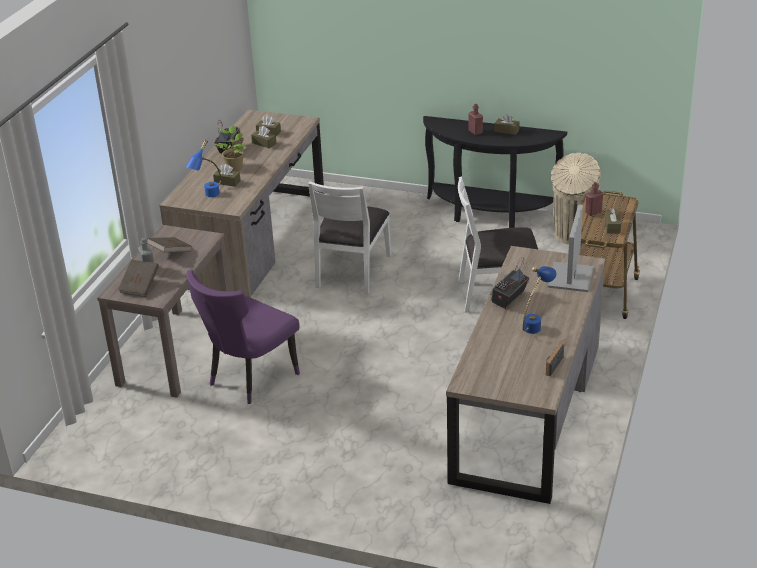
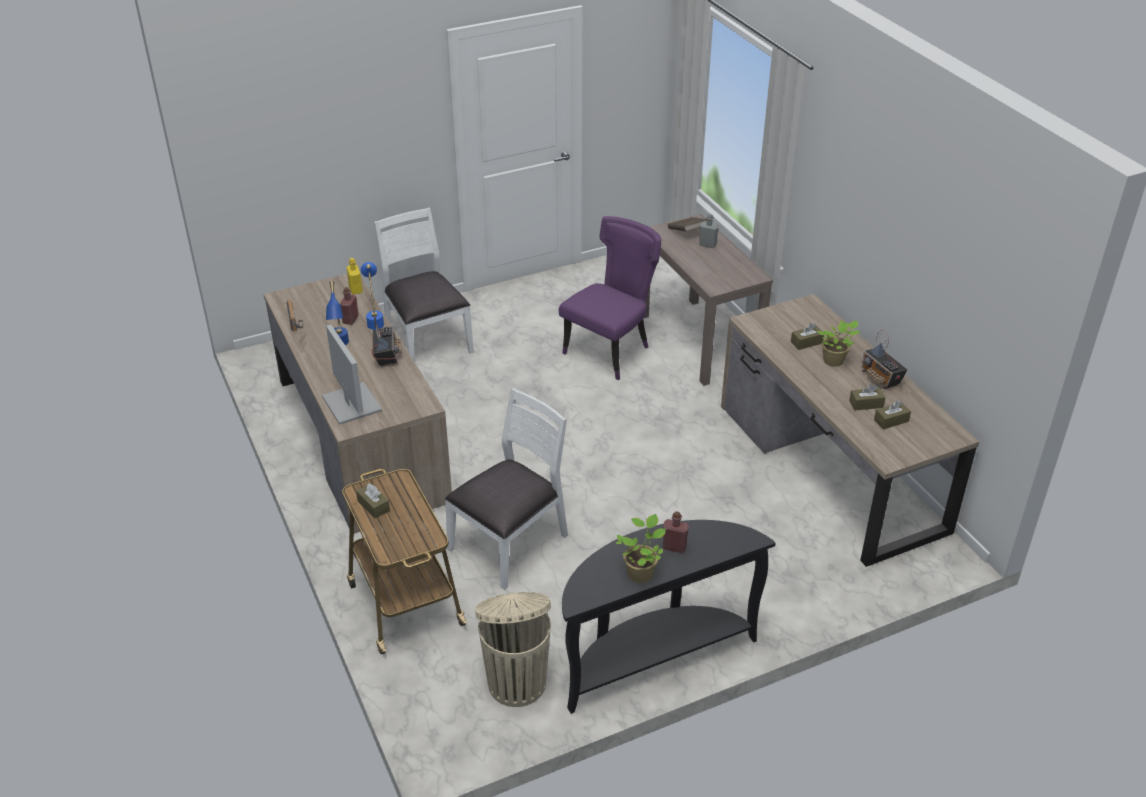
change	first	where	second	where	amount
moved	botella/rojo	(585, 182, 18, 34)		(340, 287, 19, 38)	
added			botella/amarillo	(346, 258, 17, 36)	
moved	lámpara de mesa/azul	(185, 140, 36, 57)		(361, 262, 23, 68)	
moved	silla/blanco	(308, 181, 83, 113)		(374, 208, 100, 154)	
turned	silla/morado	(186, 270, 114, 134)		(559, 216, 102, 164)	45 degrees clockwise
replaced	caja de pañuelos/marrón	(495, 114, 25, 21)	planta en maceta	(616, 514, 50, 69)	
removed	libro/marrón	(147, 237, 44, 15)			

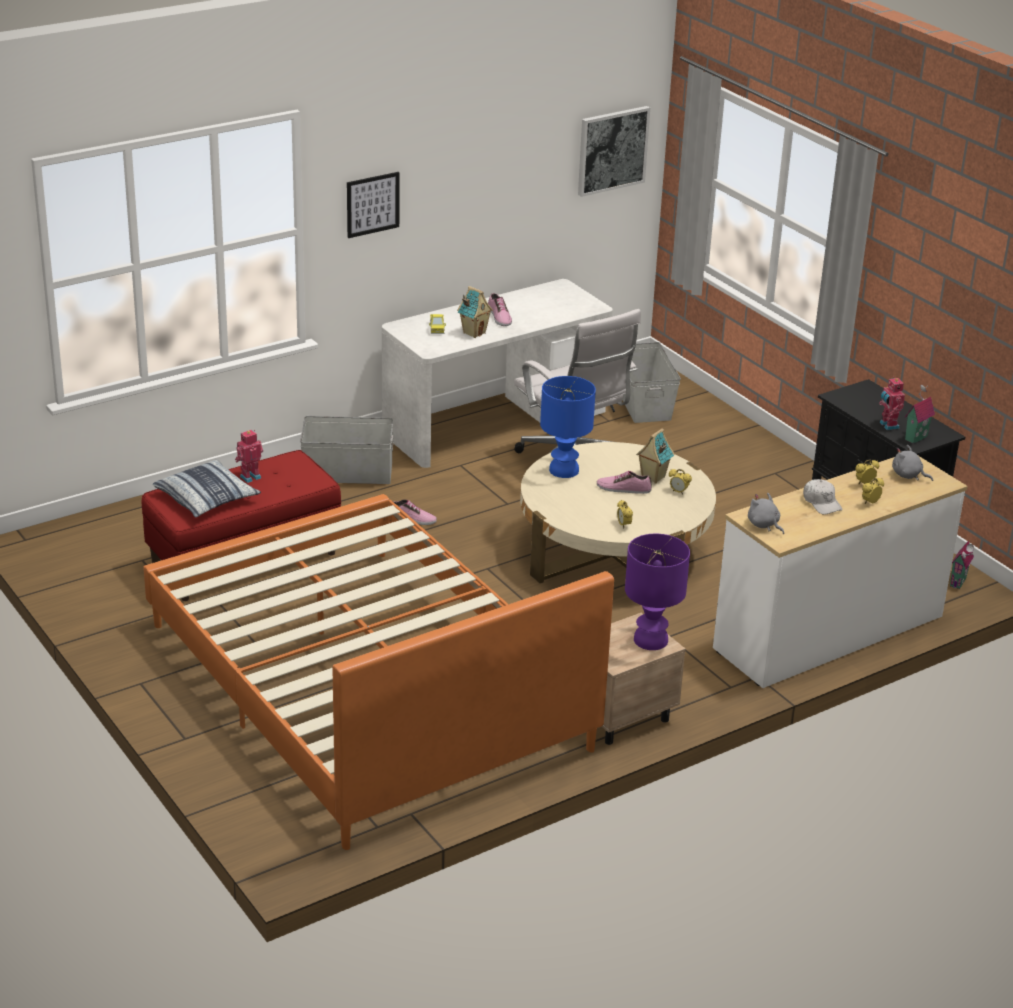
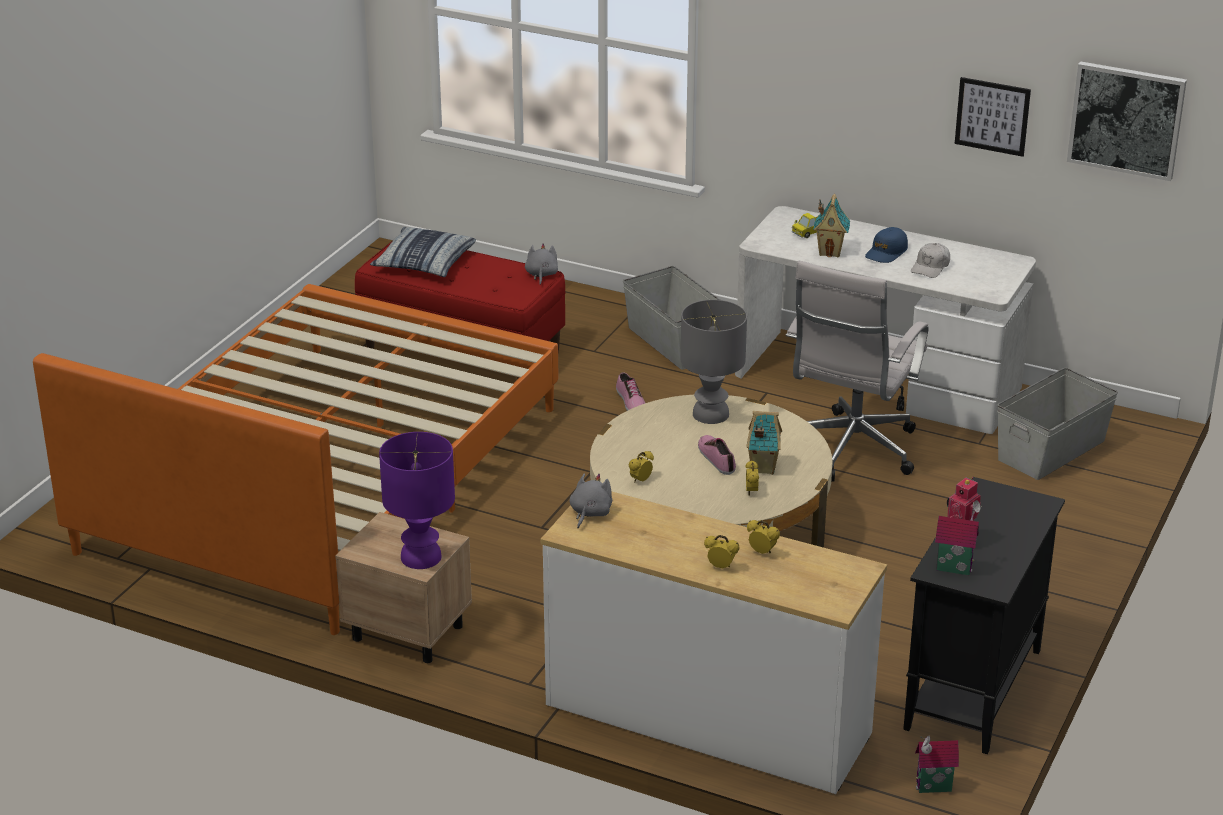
change	first	where	second	where	amount
moved	peluche/gris	(892, 444, 41, 37)		(525, 243, 33, 42)	
recoloured	lámpara de mesa/azul	(540, 376, 56, 102)	lámpara de mesa/gris	(681, 300, 66, 124)	
replaced	zapato	(488, 293, 24, 33)	gorra/azul	(865, 227, 43, 36)	
moved	gorra/blanco	(803, 479, 40, 36)		(911, 243, 39, 35)	
moved	cuadro	(347, 172, 53, 66)		(955, 77, 76, 80)	
removed	robot de juguete	(235, 430, 28, 53)			

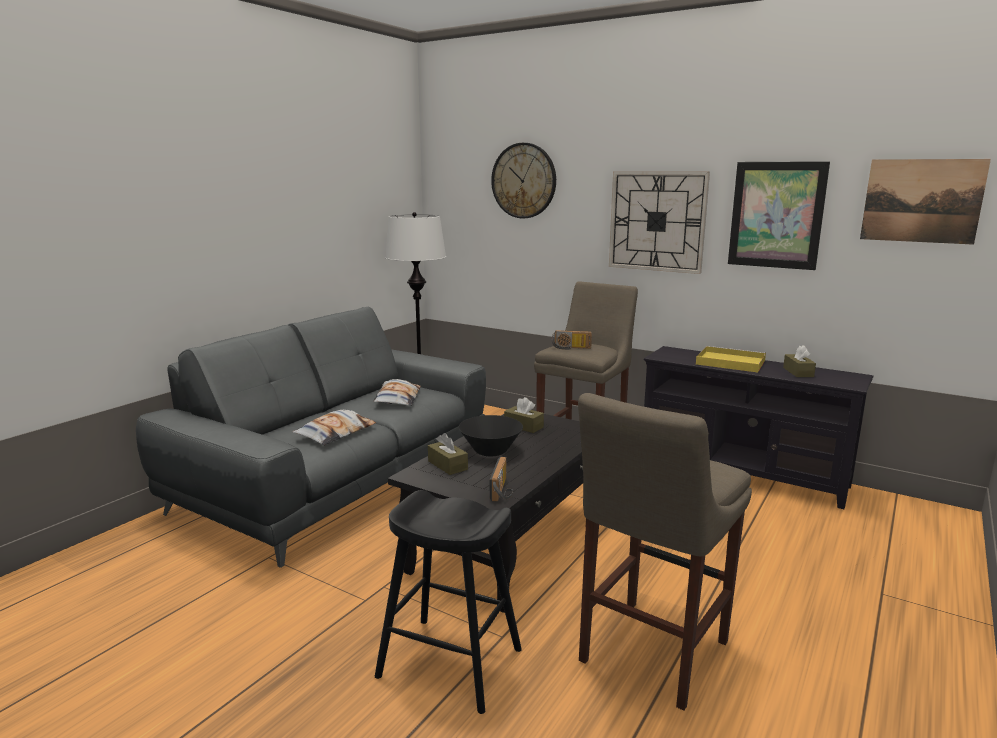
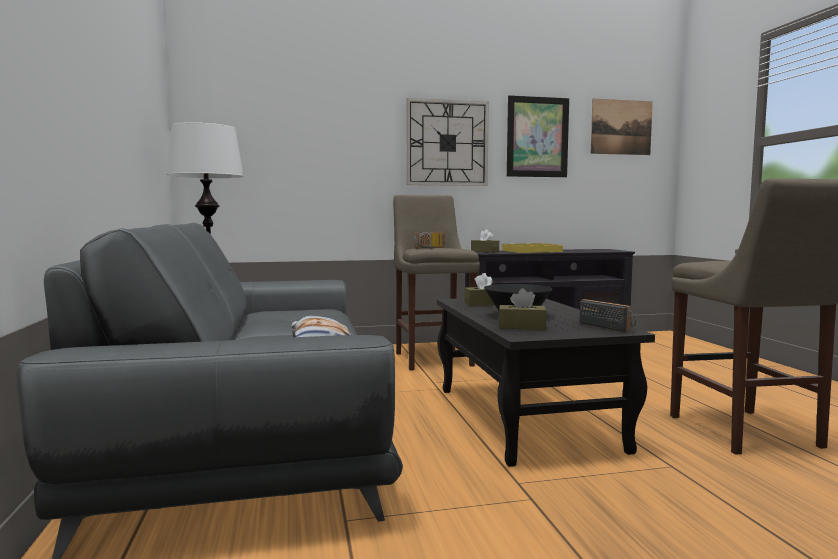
change	first	where	second	where	amount
moved	caja de pañuelos/marrón	(783, 345, 33, 32)		(471, 230, 28, 23)	
removed	cojín	(374, 379, 47, 27)			
removed	taburete/negro	(375, 490, 147, 224)			
removed	reloj de pared	(491, 143, 65, 75)			

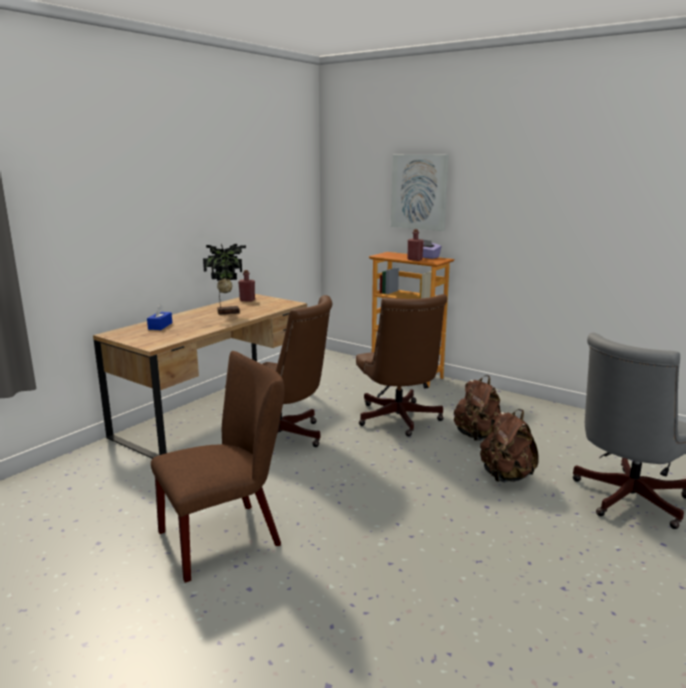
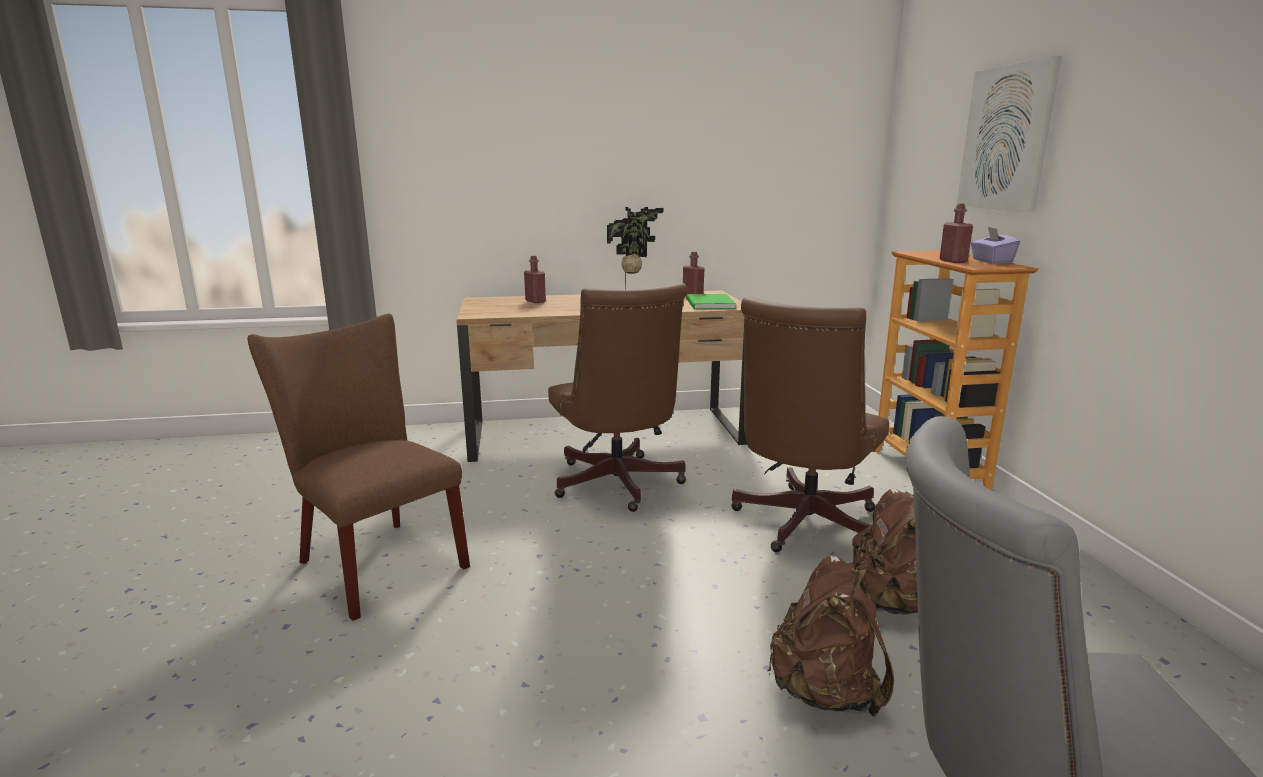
change	first	where	second	where	amount
turned	silla/marrón	(151, 351, 134, 232)		(247, 314, 223, 307)	150 degrees counterclockwise
replaced	caja de pañuelos/azul	(147, 304, 25, 26)	botella/rojo	(524, 255, 22, 48)	
added			libro/verde	(686, 294, 50, 15)	

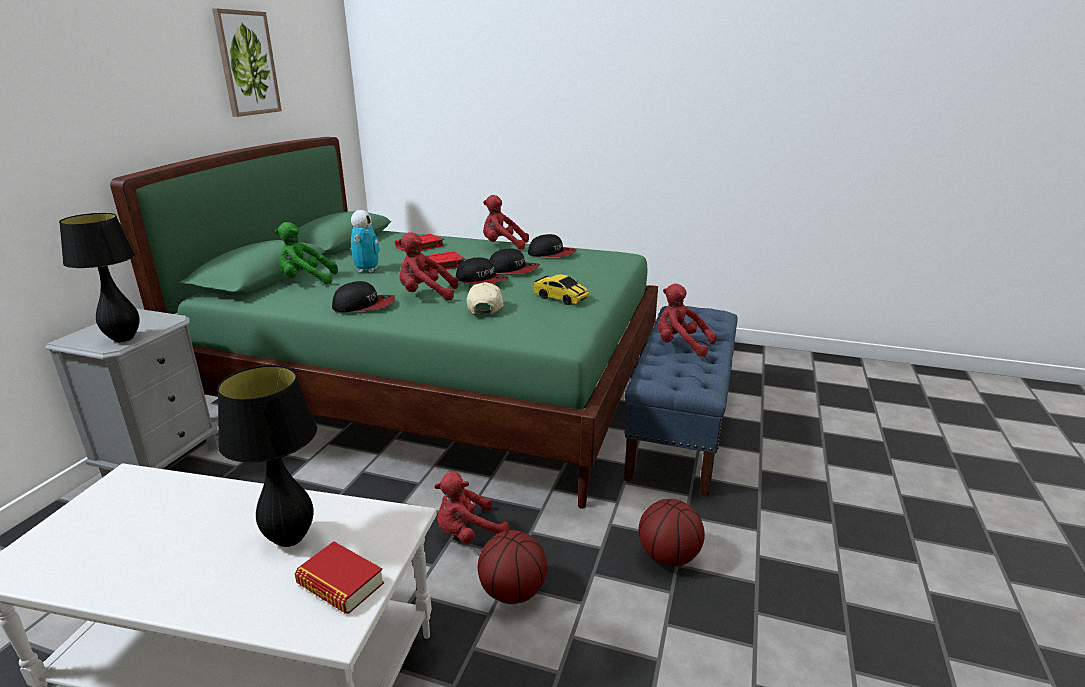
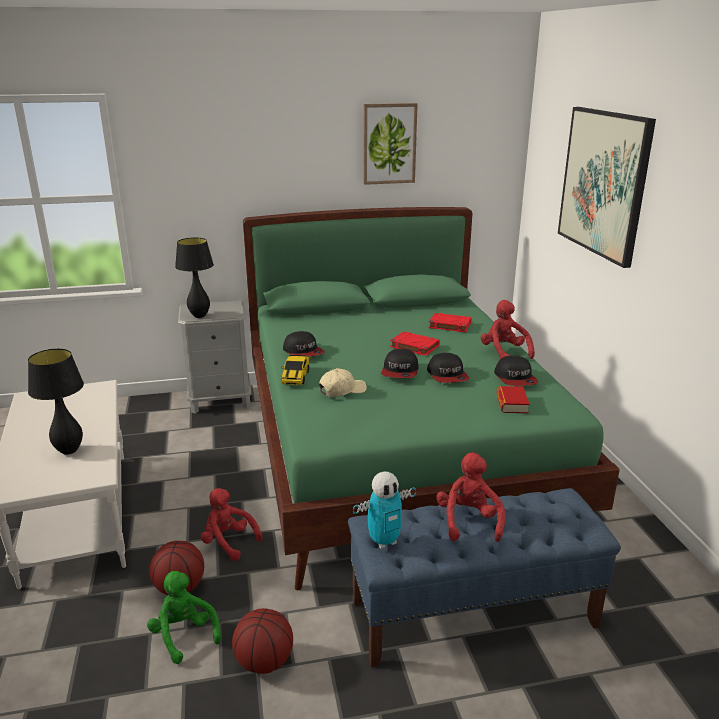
change	first	where	second	where	amount
moved	peluche/verde	(275, 222, 63, 62)		(147, 571, 74, 93)	
moved	coche de juguete	(533, 275, 56, 30)		(281, 355, 28, 30)	
moved	robot de juguete	(351, 210, 29, 63)		(353, 472, 63, 77)	
moved	libro	(295, 541, 89, 73)		(497, 386, 32, 27)	
added			cuadro	(558, 107, 98, 161)	
removed	peluche/rojo	(398, 232, 61, 68)			

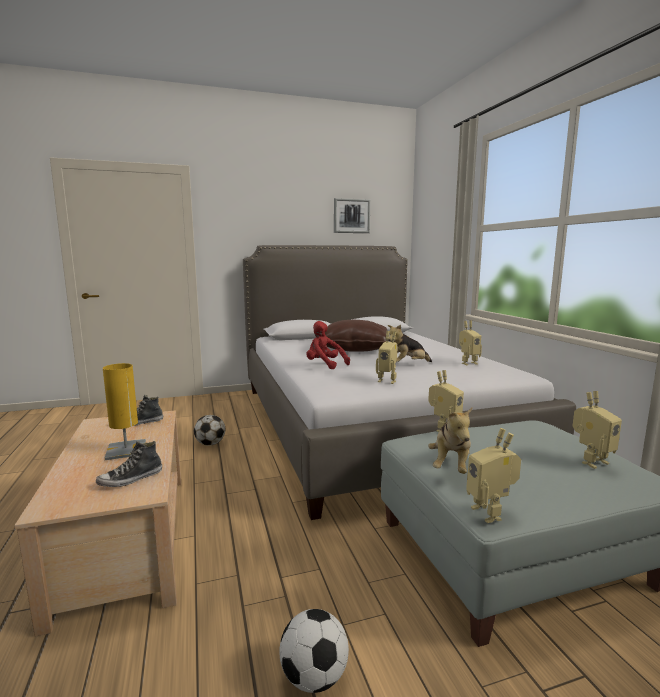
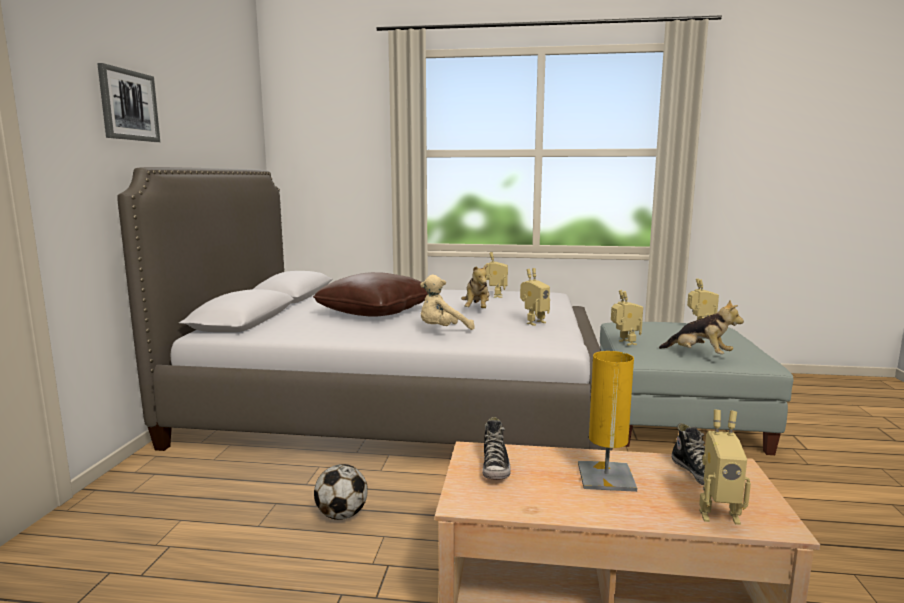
change	first	where	second	where	amount
moved	cuadro	(334, 198, 36, 35)		(97, 63, 63, 79)	
recoloured	peluche/rojo	(306, 321, 44, 48)	peluche/beis	(420, 275, 55, 55)	
moved	robot de juguete	(466, 428, 55, 95)		(699, 410, 52, 115)	
removed	balón de fútbol	(279, 609, 70, 84)			

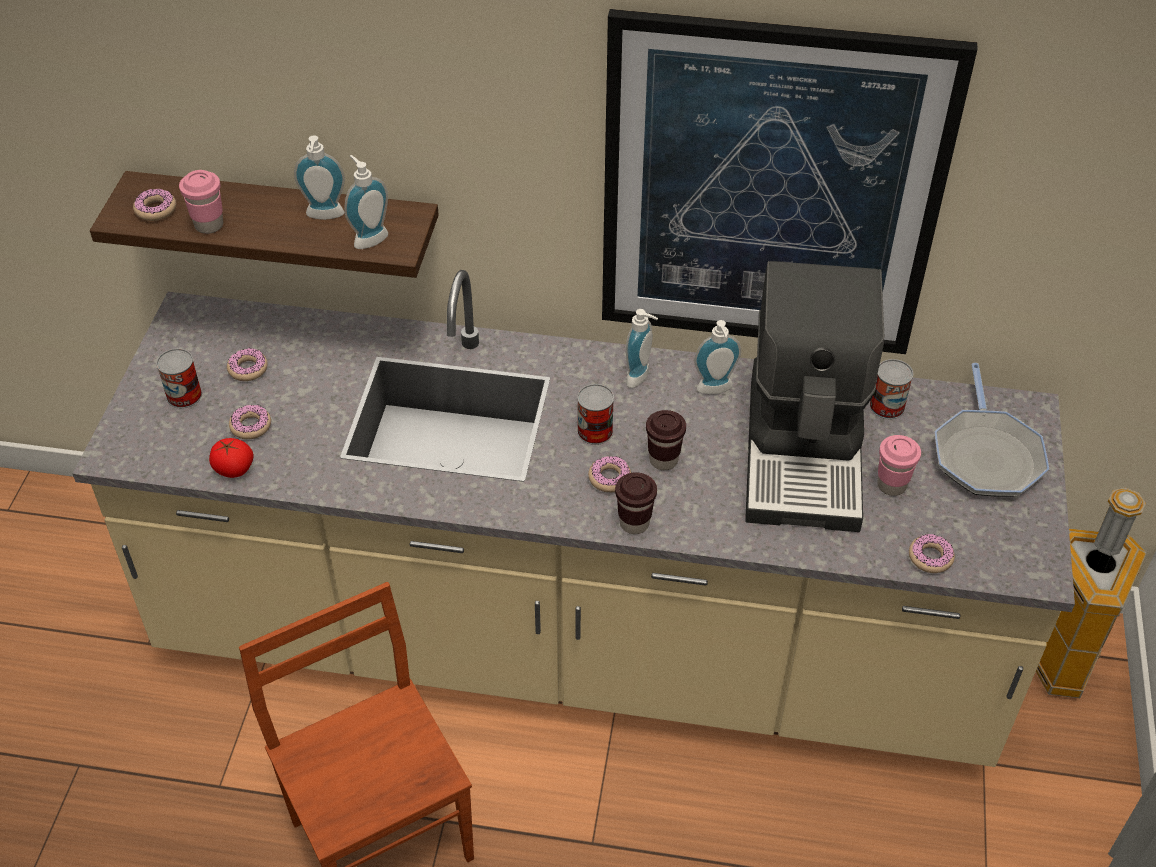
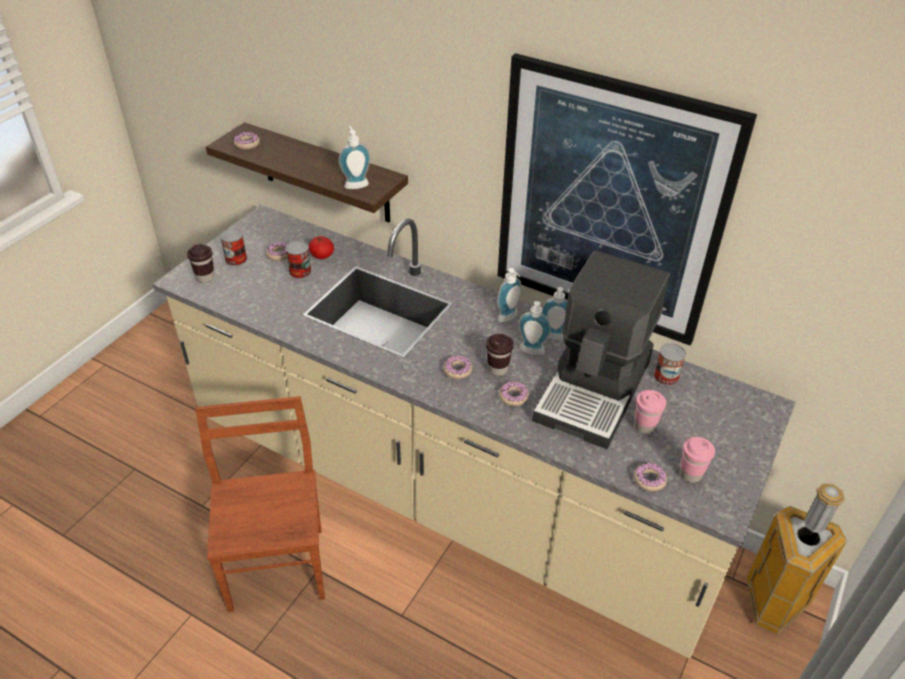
change	first	where	second	where	amount
moved	taza/marrón	(615, 472, 42, 62)		(187, 244, 27, 39)	
moved	lata	(577, 384, 37, 61)		(286, 241, 26, 38)	
moved	tomate	(209, 438, 45, 40)		(309, 236, 25, 23)	
moved	rosquilla	(229, 405, 42, 34)		(499, 382, 30, 24)	
moved	dispensador de jabón	(294, 136, 51, 84)		(518, 301, 33, 54)	
moved	taza/rosa	(179, 170, 44, 64)		(680, 437, 35, 46)	
removed	sartén	(935, 363, 114, 134)			

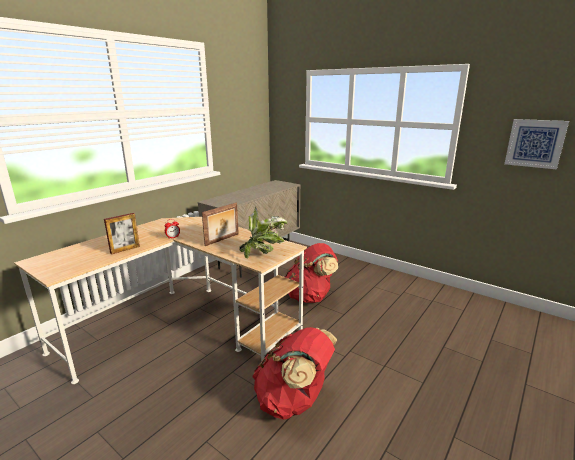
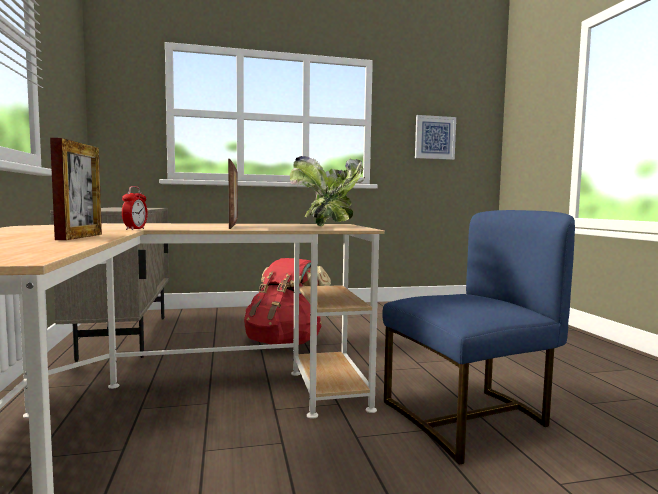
change	first	where	second	where	amount
replaced	mochila/rojo	(252, 327, 85, 93)	silla/azul	(382, 210, 193, 255)	

